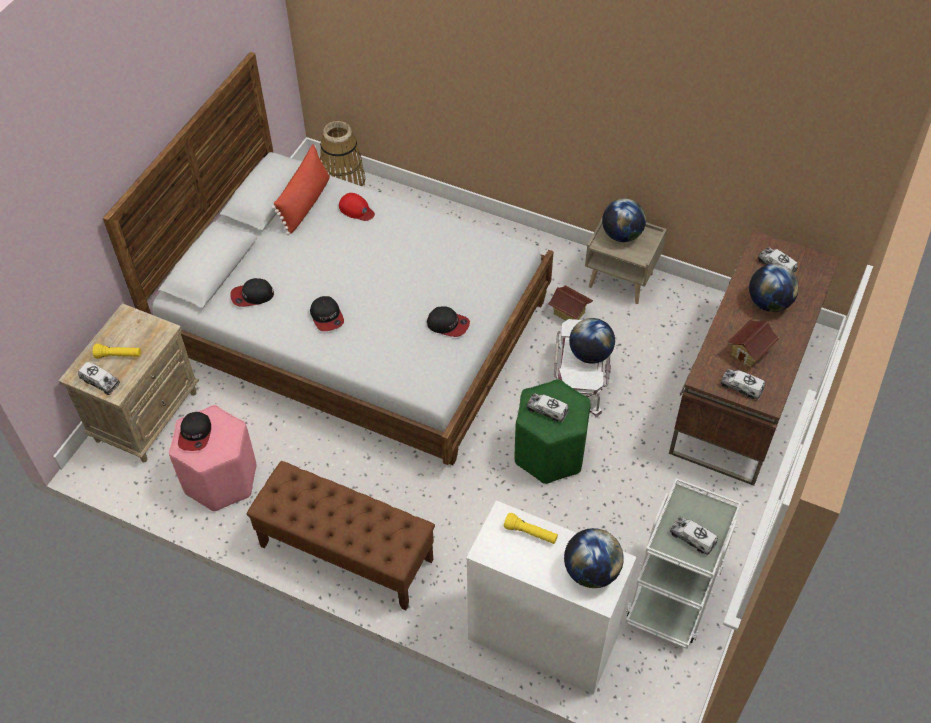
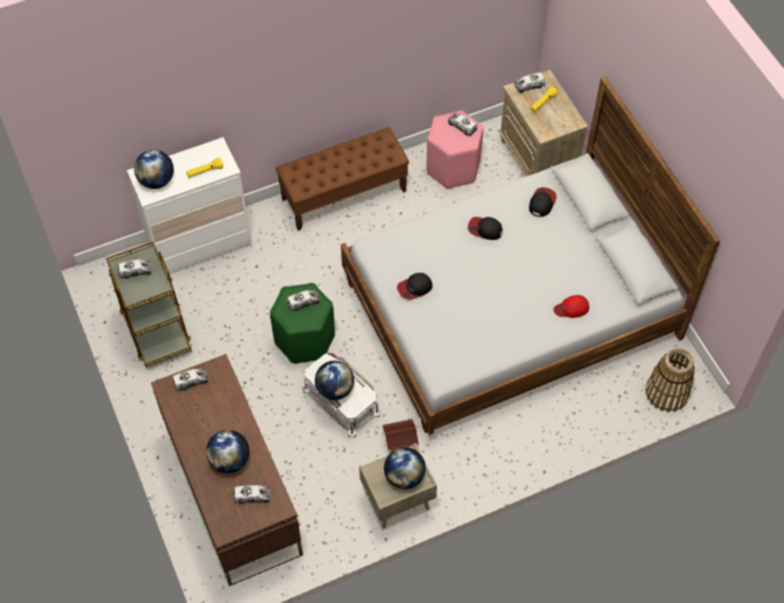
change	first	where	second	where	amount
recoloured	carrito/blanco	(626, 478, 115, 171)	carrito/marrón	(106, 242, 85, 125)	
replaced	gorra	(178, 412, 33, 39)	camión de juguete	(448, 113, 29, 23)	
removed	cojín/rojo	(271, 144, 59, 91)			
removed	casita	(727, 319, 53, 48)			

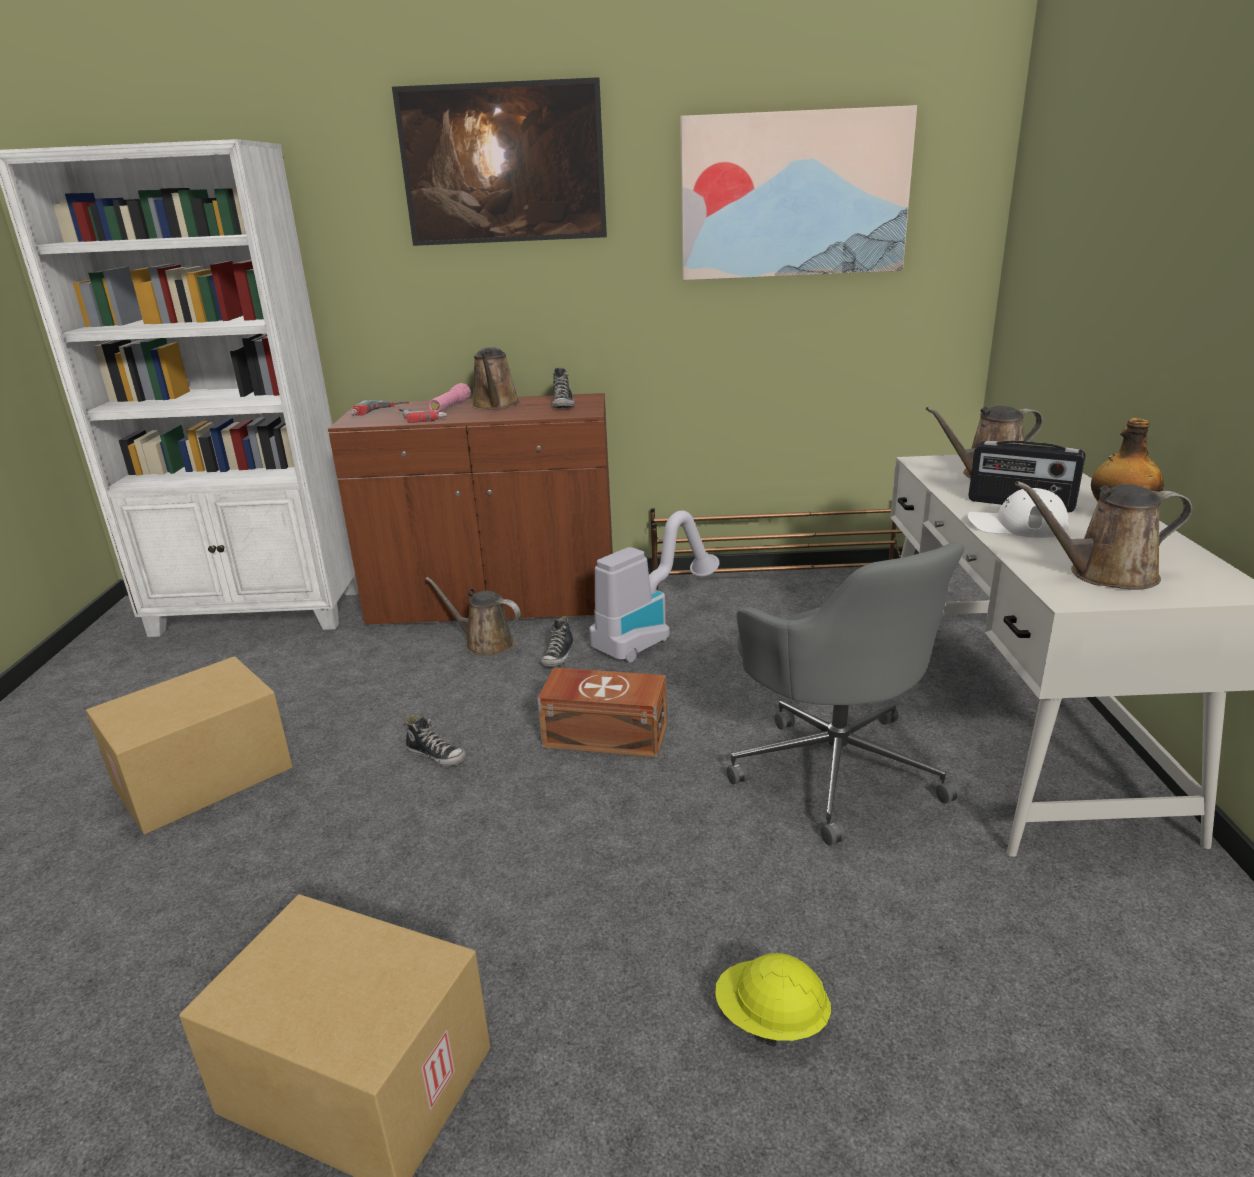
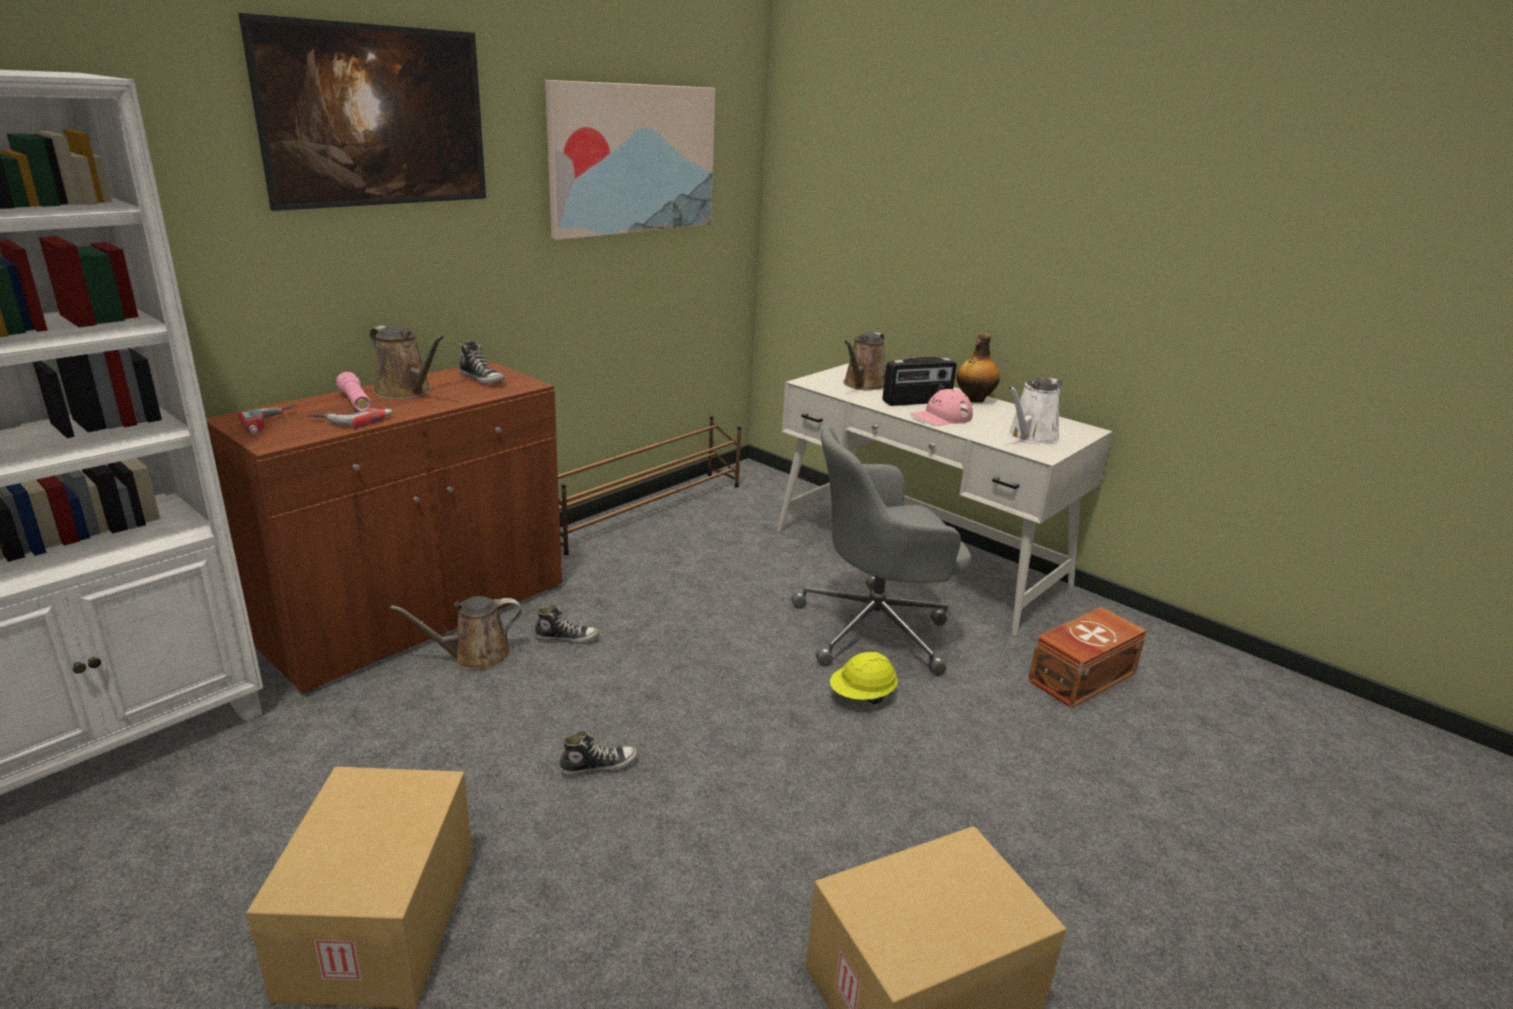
change	first	where	second	where	amount
turned	zapato	(541, 616, 33, 50)		(534, 605, 65, 39)	60 degrees counterclockwise
turned	silla de oficina/gris	(727, 541, 238, 305)		(791, 426, 180, 250)	150 degrees clockwise
moved	casco/amarillo	(715, 953, 116, 93)		(830, 652, 68, 52)	
recoloured	gorra/blanco	(967, 488, 102, 50)	gorra/rosa	(910, 389, 63, 37)	
recoloured	regadera/marrón	(1015, 481, 177, 109)	regadera/blanco	(1008, 378, 54, 66)	
moved	caja de almacenaje/marrón	(538, 668, 129, 89)		(1028, 607, 119, 101)	
removed	aspiradora	(589, 511, 131, 151)			

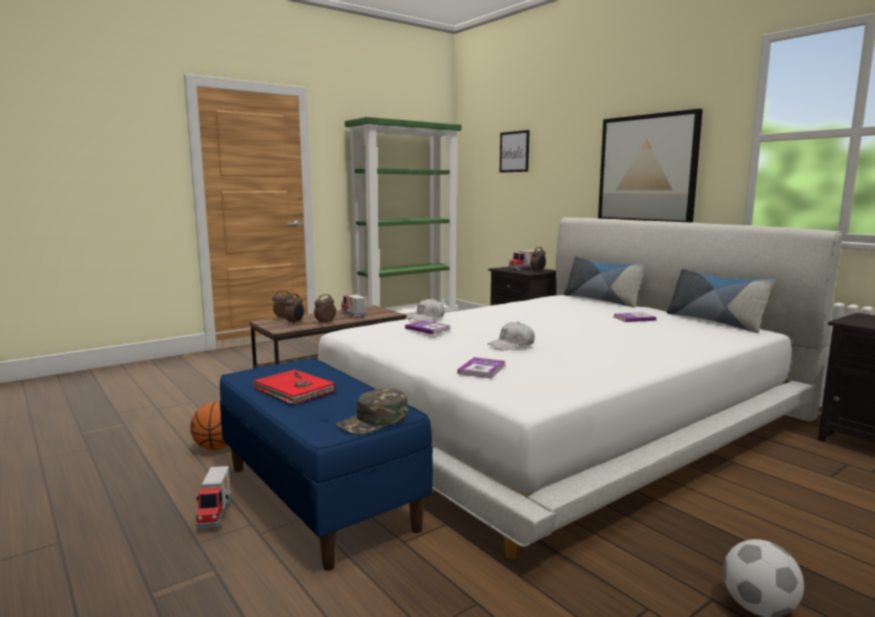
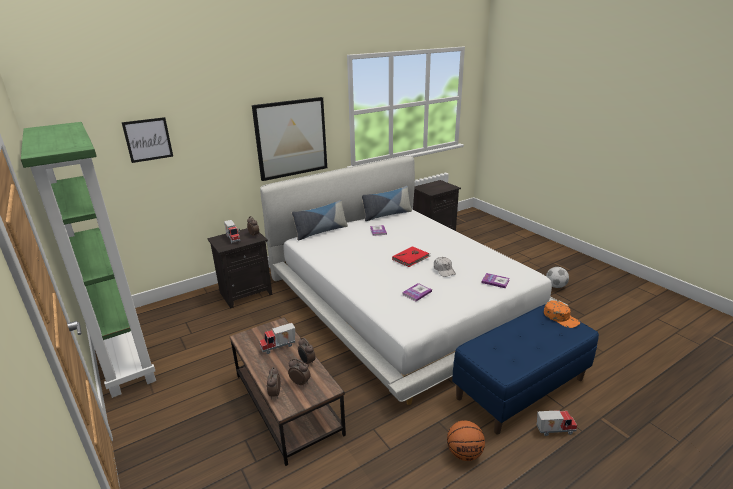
change	first	where	second	where	amount
moved	libro/rojo	(253, 369, 83, 36)		(392, 246, 38, 21)	
recoloured	gorra/verde	(336, 388, 72, 46)	gorra/naranja	(544, 300, 36, 28)	
removed	gorra/blanco	(408, 298, 36, 23)			

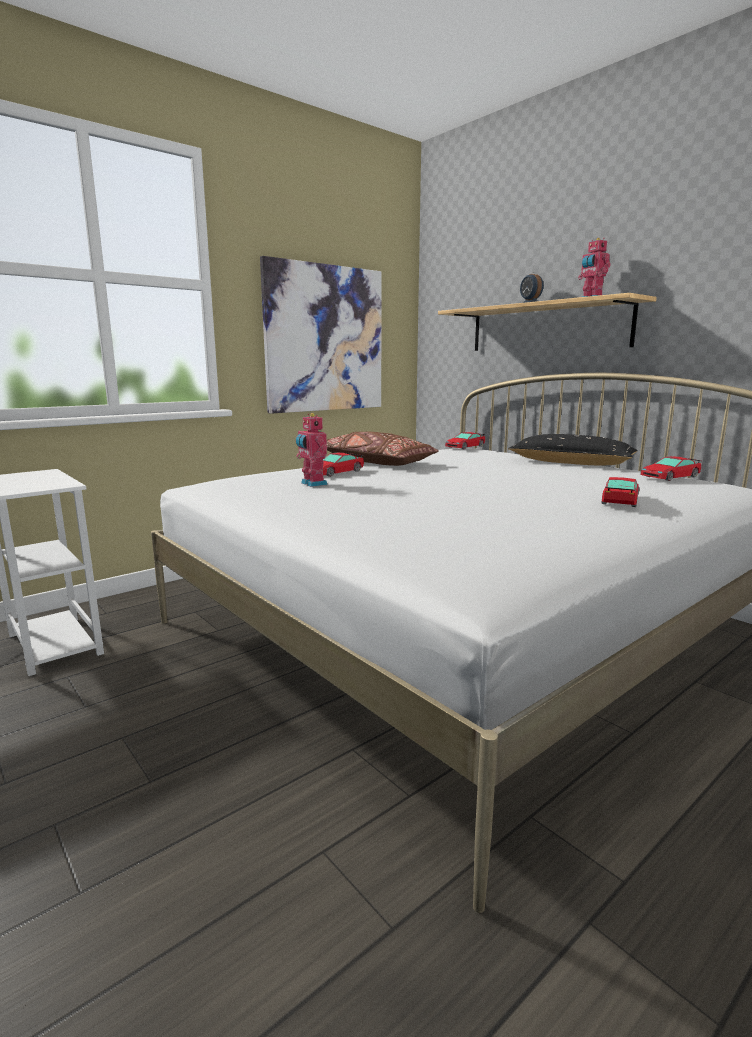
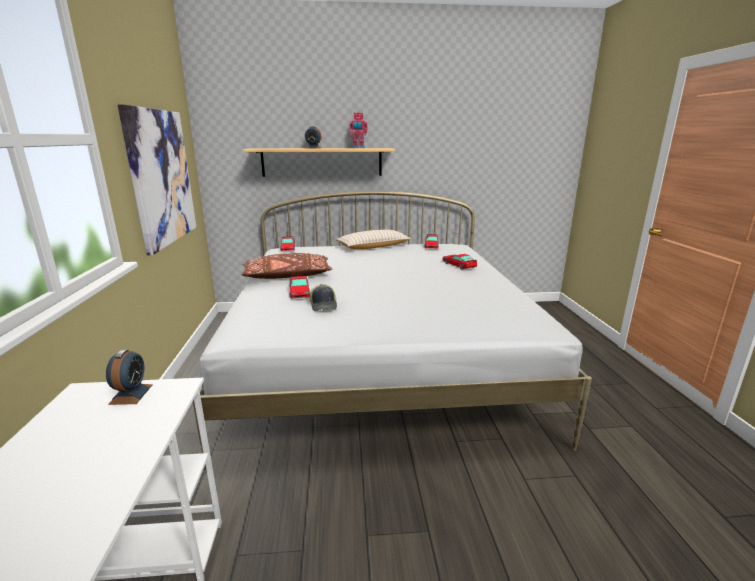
change	first	where	second	where	amount
added			despertador	(106, 350, 47, 55)	
replaced	robot de juguete	(296, 413, 32, 74)	gorra	(310, 284, 27, 27)	
recoloured	cojín/negro	(508, 434, 130, 31)	cojín/beis	(335, 229, 76, 20)	

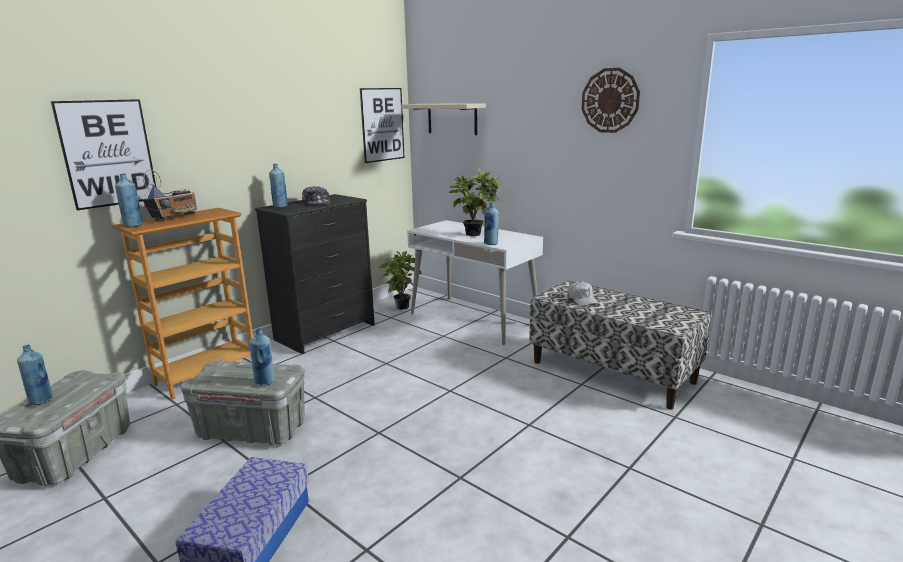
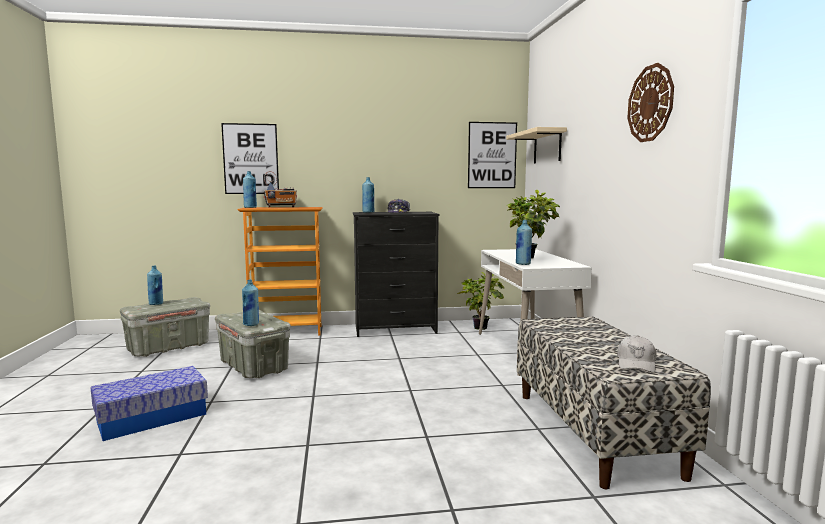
change	first	where	second	where	amount
moved	gorra/blanco	(567, 281, 32, 25)		(617, 335, 39, 37)	

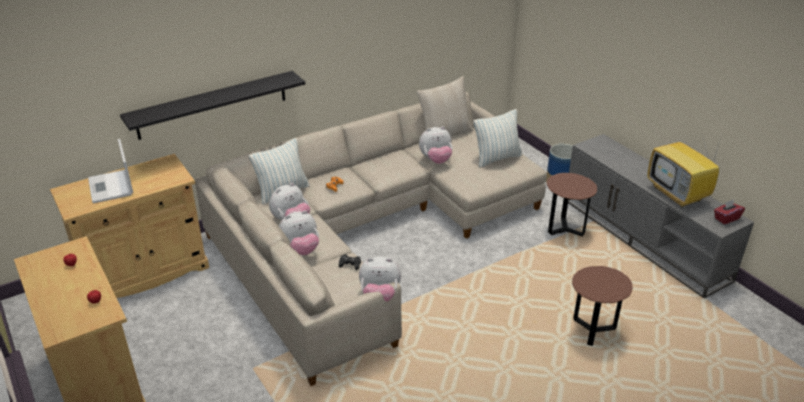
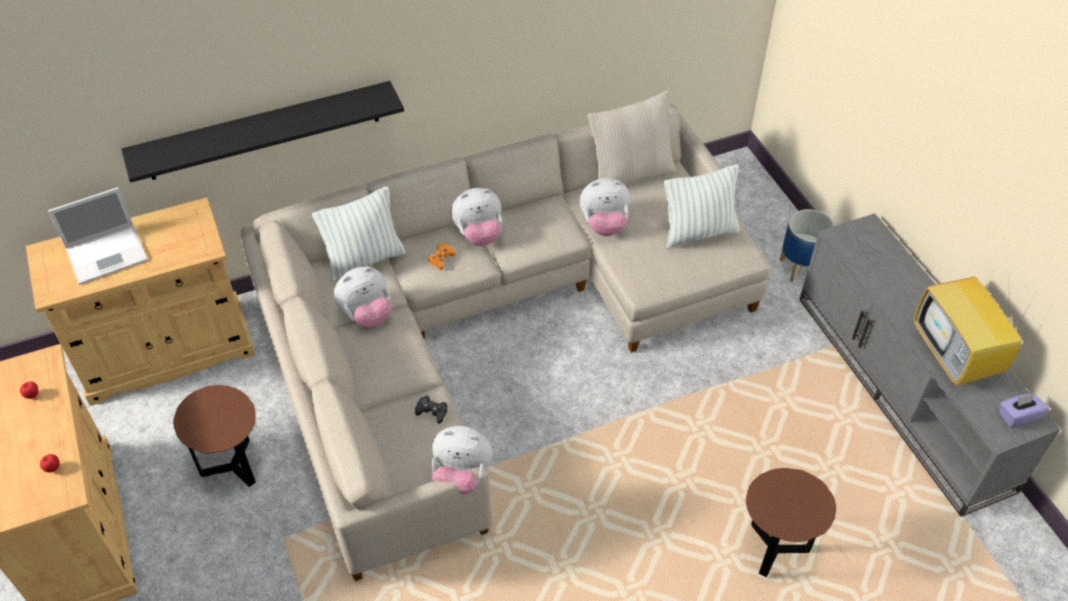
change	first	where	second	where	amount
turned	portátil	(88, 139, 45, 64)		(48, 187, 100, 98)	105 degrees counterclockwise
moved	mesa auxiliar/marrón	(547, 173, 50, 63)		(173, 385, 83, 102)	
moved	peluche	(279, 210, 40, 45)		(451, 188, 51, 58)	
recoloured	caja de pañuelos/rojo	(714, 200, 31, 24)	caja de pañuelos/morado	(999, 393, 50, 35)	

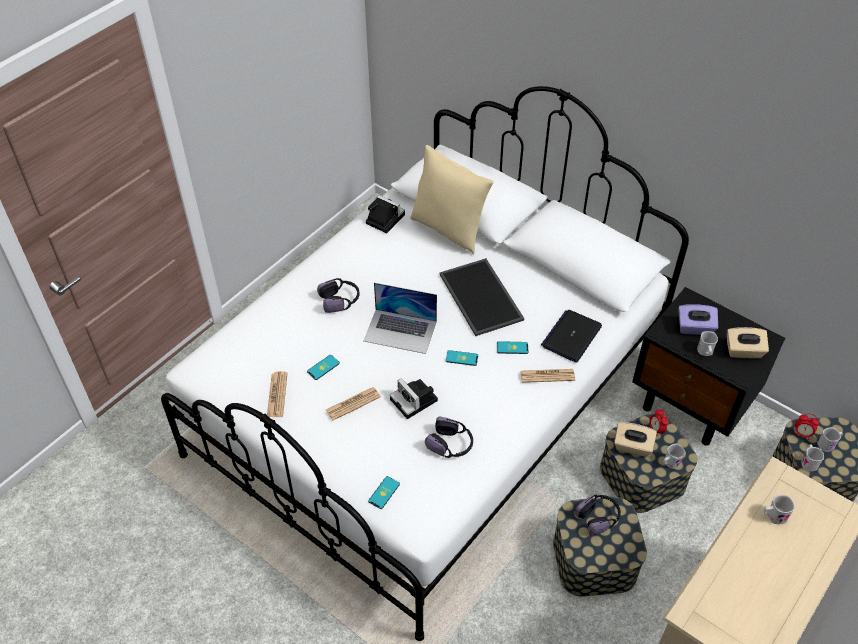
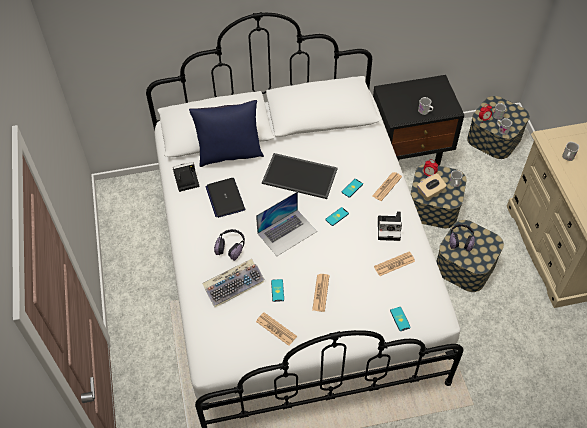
change	first	where	second	where	amount
recoloured	cojín/beis	(410, 145, 84, 110)	cojín/azul	(189, 100, 75, 67)	
added			teclado	(202, 259, 63, 48)	
moved	portátil	(541, 310, 61, 53)		(206, 178, 39, 40)	
replaced	auriculares	(425, 416, 48, 42)	periódico	(374, 252, 41, 24)	
moved	cámara	(390, 378, 48, 41)		(378, 211, 24, 30)	
removed	caja de pañuelos/morado	(678, 304, 40, 31)			
removed	caja de pañuelos/beis	(727, 327, 42, 31)			

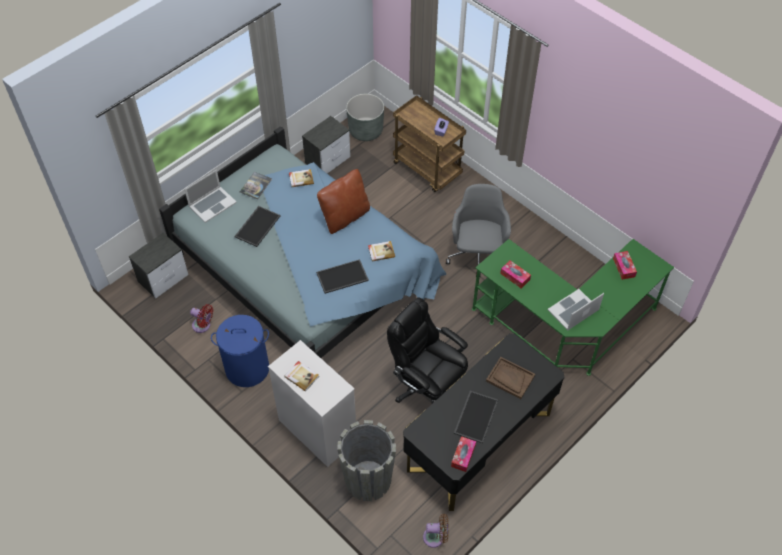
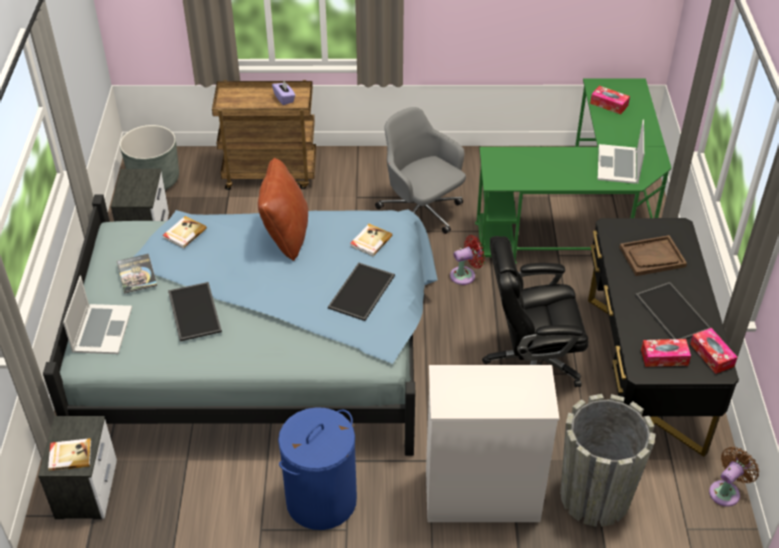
change	first	where	second	where	amount
moved	libro	(284, 361, 35, 31)		(48, 438, 44, 33)	
moved	ventilador/rojo	(190, 304, 23, 29)		(450, 235, 35, 50)	
moved	caja de pañuelos	(500, 260, 31, 28)		(641, 339, 50, 28)	

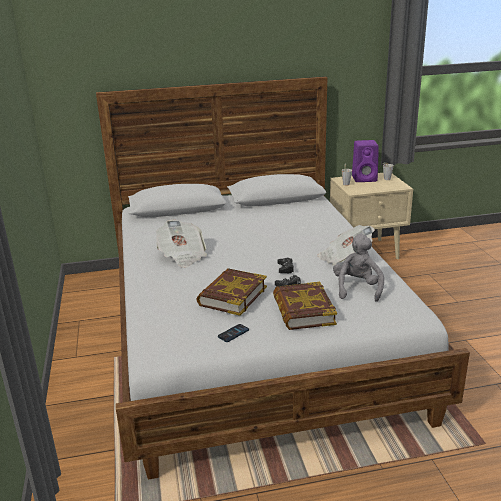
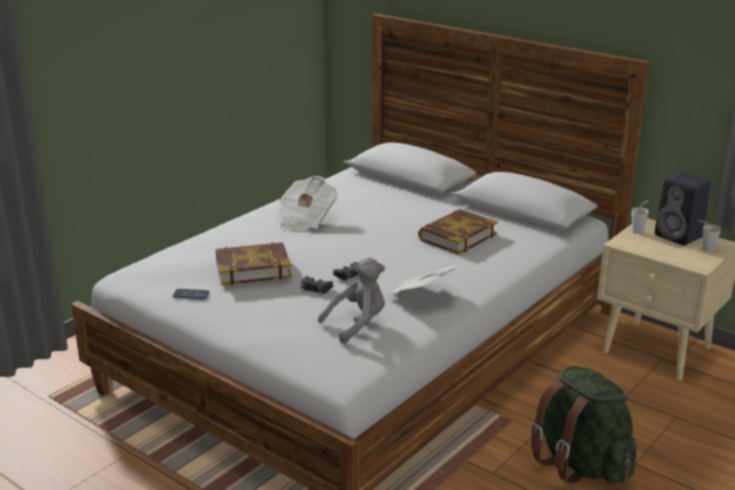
change	first	where	second	where	amount
moved	libro	(273, 282, 64, 48)		(418, 209, 80, 46)	
added			mochila/verde	(530, 366, 107, 118)	
recoloured	altavoz/morado	(352, 140, 27, 42)	altavoz/negro	(655, 173, 56, 73)	

